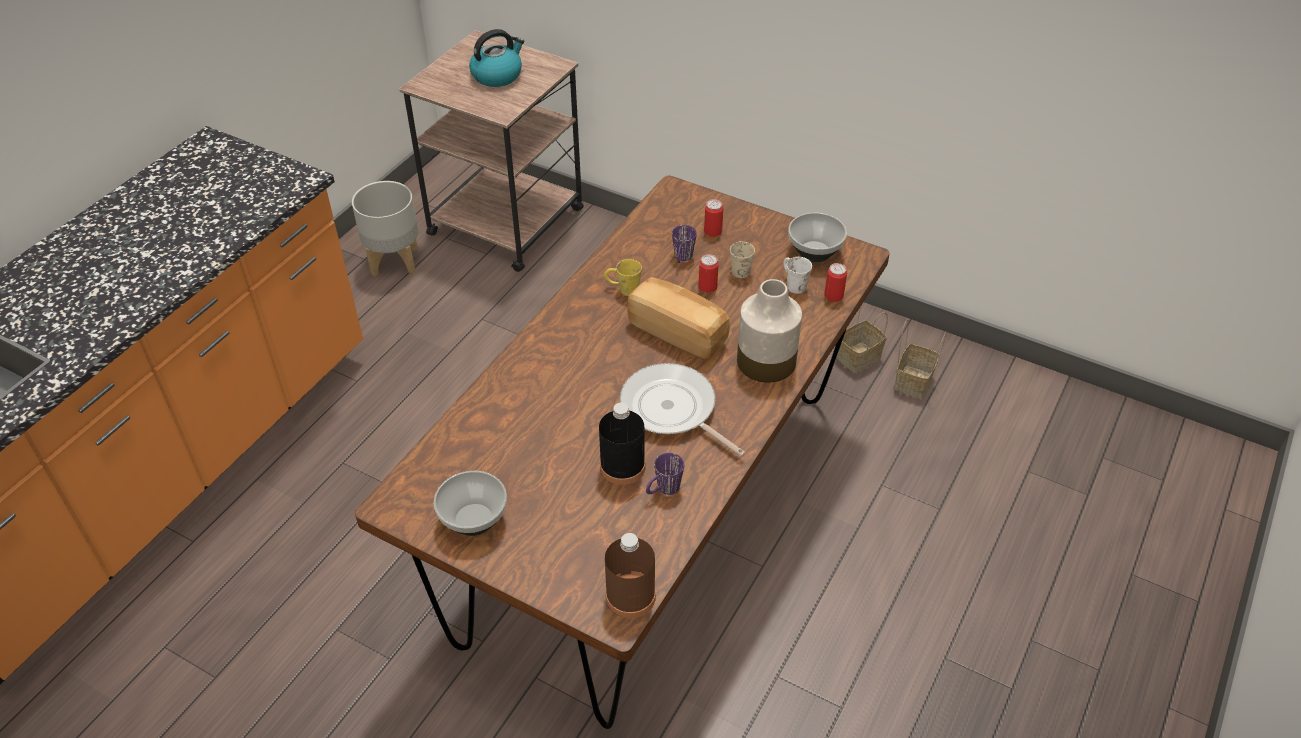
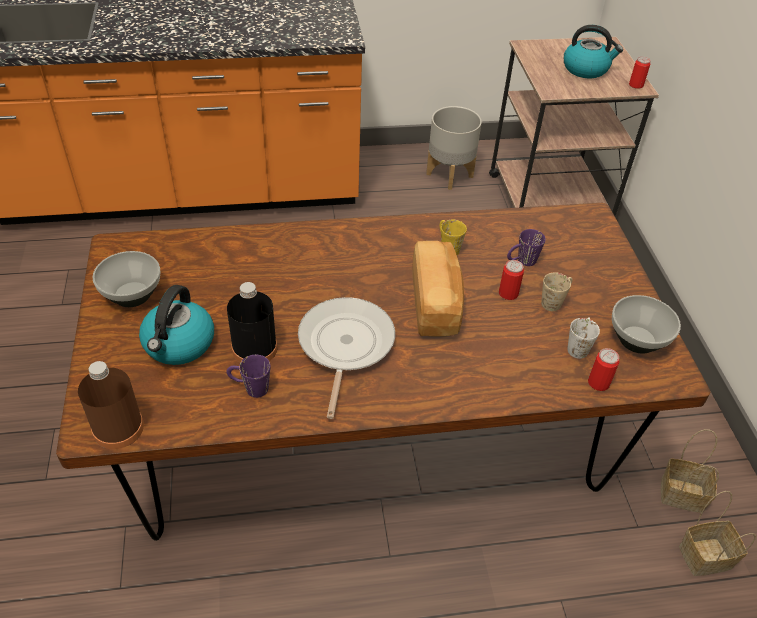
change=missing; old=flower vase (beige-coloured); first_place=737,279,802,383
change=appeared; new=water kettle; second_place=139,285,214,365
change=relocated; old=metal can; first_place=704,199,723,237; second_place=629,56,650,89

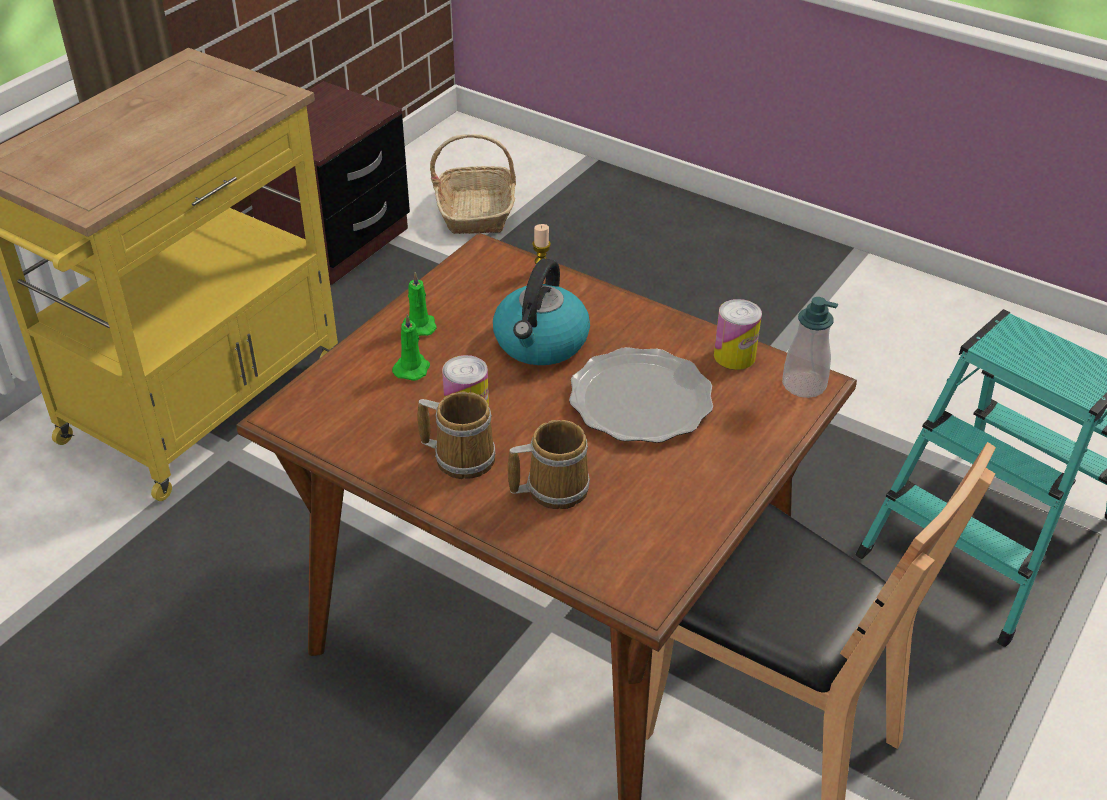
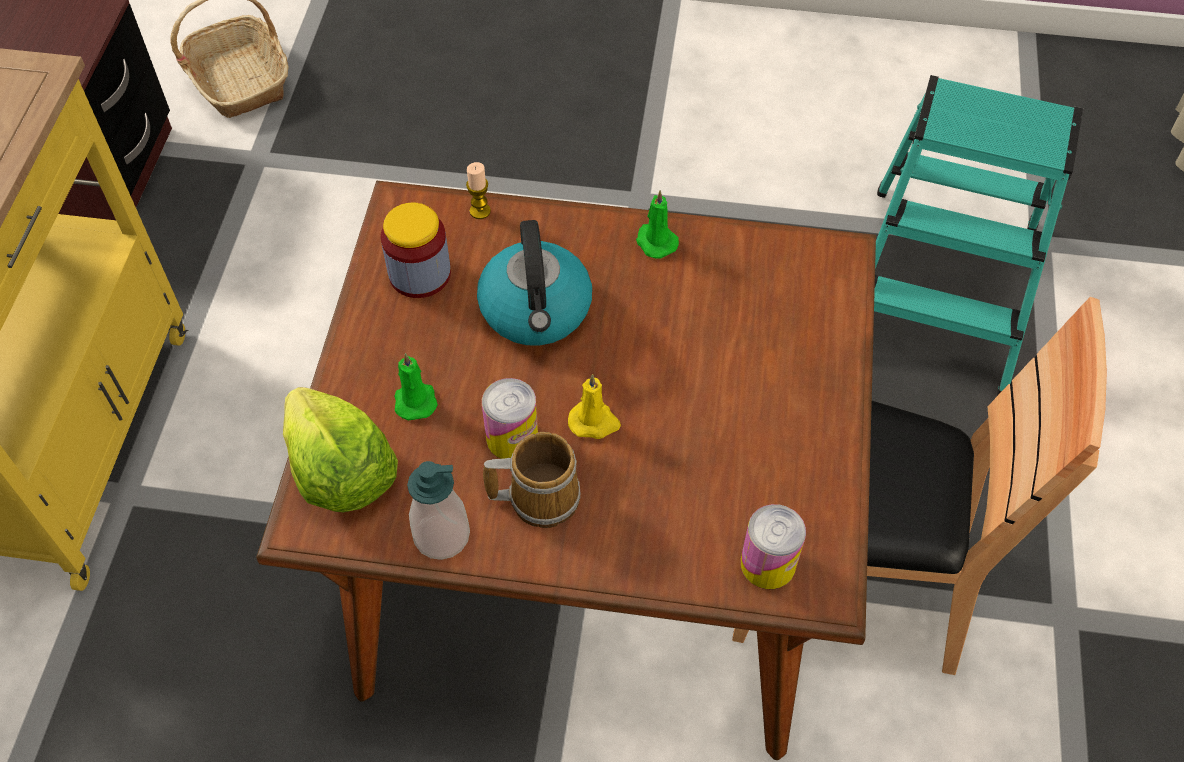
change=missing; old=mug; first_place=508,420,590,509
change=missing; old=plate; first_place=569,347,713,443
change=appeared; new=lettuce head; second_place=283,387,398,513
change=appeared; new=storage jar; second_place=381,202,451,298
change=appeared; new=wax candle (yellowish); second_place=568,374,621,439
change=relocated; old=wax candle (greenish); first_place=403,272,437,336; second_place=636,190,679,258
change=relocated; old=metal can; first_place=714,299,762,370; second_place=740,504,806,589
change=relocated; old=soap bottle; first_place=782,297,838,398; second_place=407,461,470,560

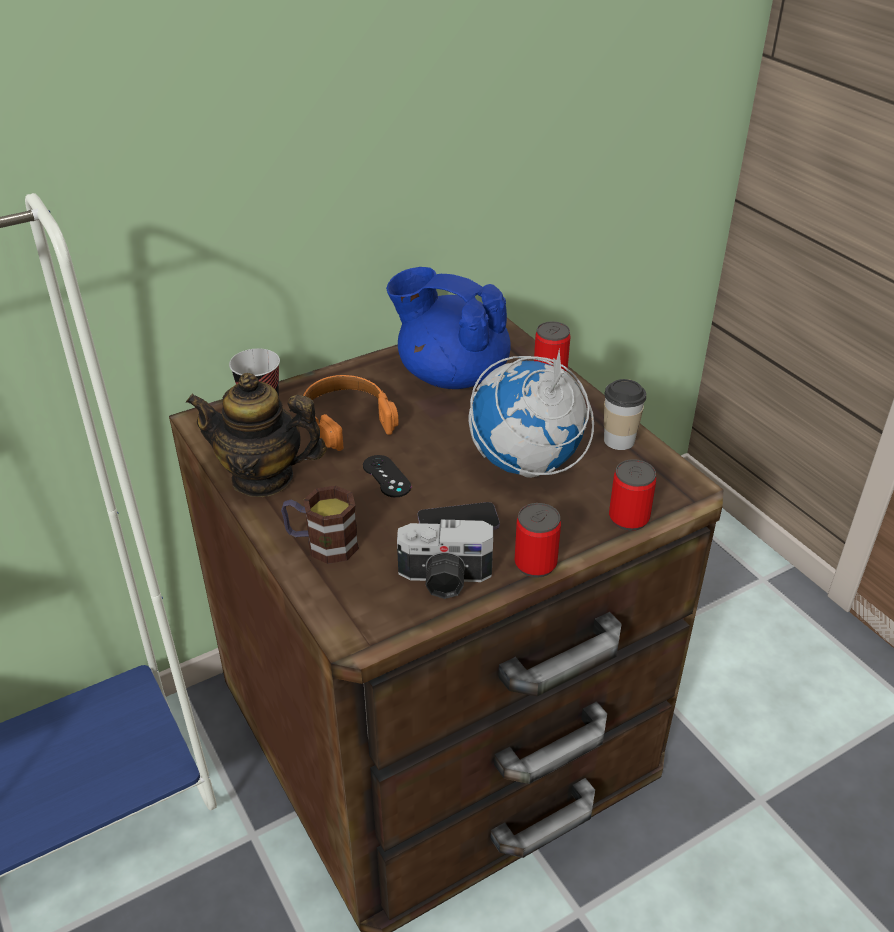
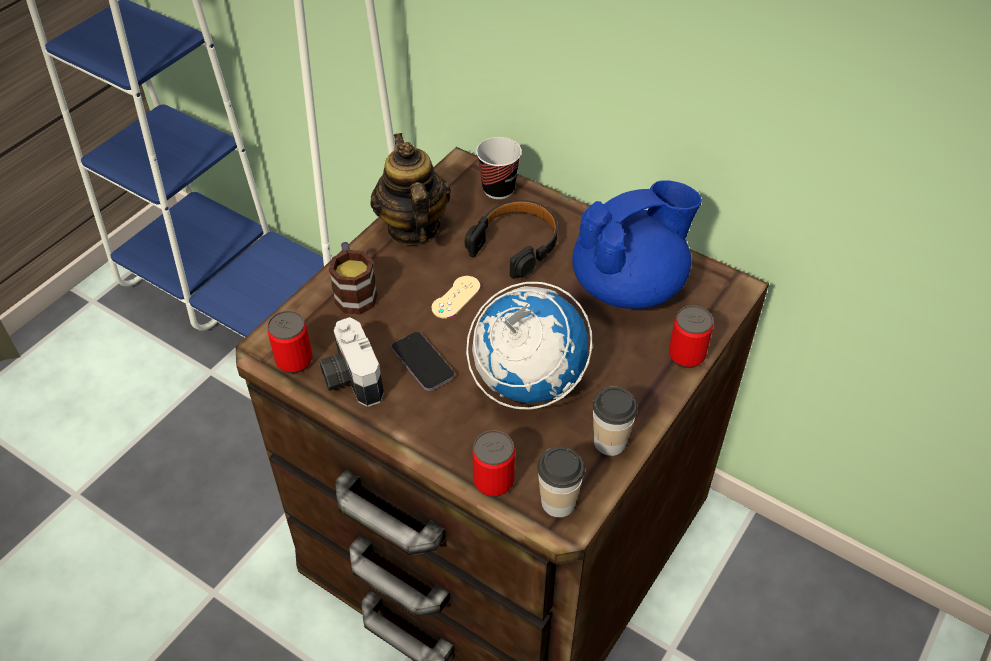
change=appeared; new=small cup; second_place=538,447,585,517
change=relocated; old=metal can; first_place=514,503,561,578; second_place=268,311,312,374
change=colour; old=headset (orange); new=headset (blackish); first_place=303,375,399,451; second_place=465,200,558,279
change=colour; old=gamepad (blackish); new=gamepad (beige-coloured); first_place=363,455,411,497; second_place=432,276,481,319
change=spun; old=pot for tea (blue-coloured); first_place=386,267,511,389; second_place=572,180,702,309; degrees=60

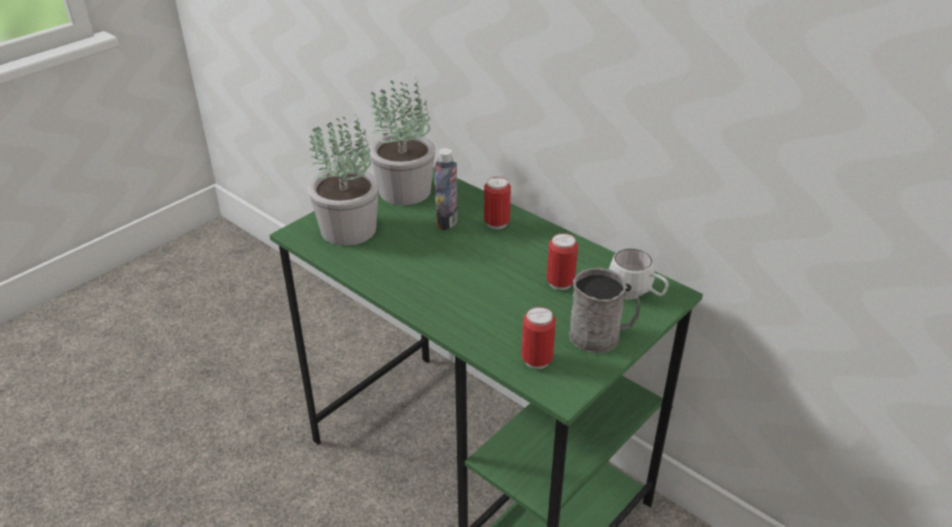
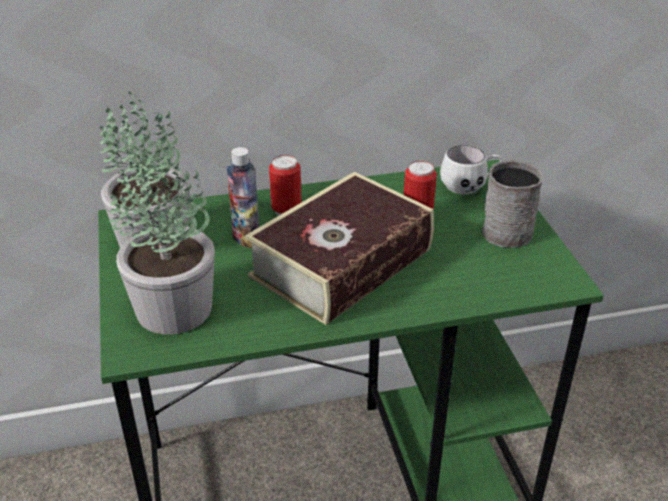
change=missing; old=metal can; first_place=521,307,556,369
change=appeared; new=bound book; second_place=245,172,434,325

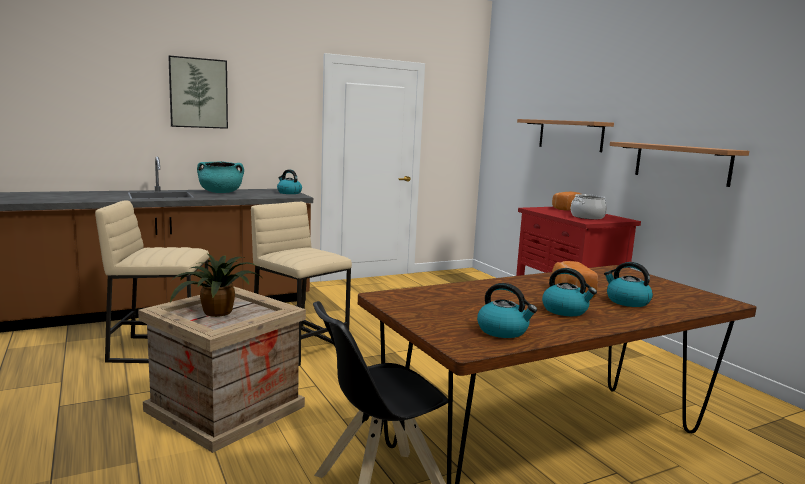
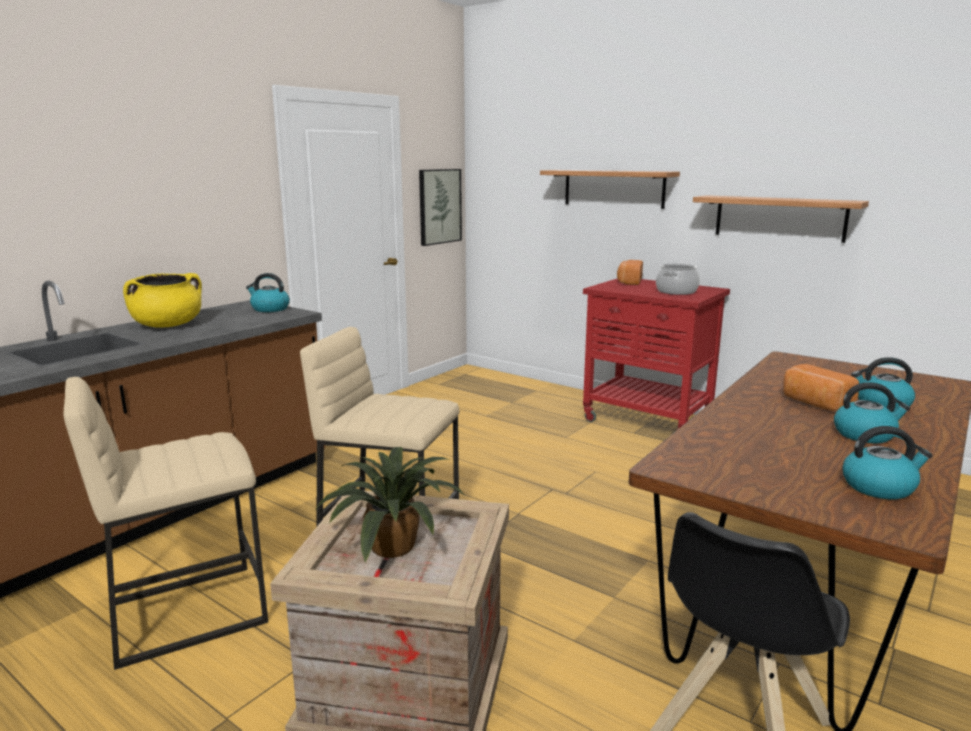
change=relocated; old=wall picture; first_place=168,55,228,129; second_place=419,169,462,246
change=colour; old=stockpot (blue-green); new=stockpot (yellowish); first_place=197,161,244,193; second_place=123,273,202,328

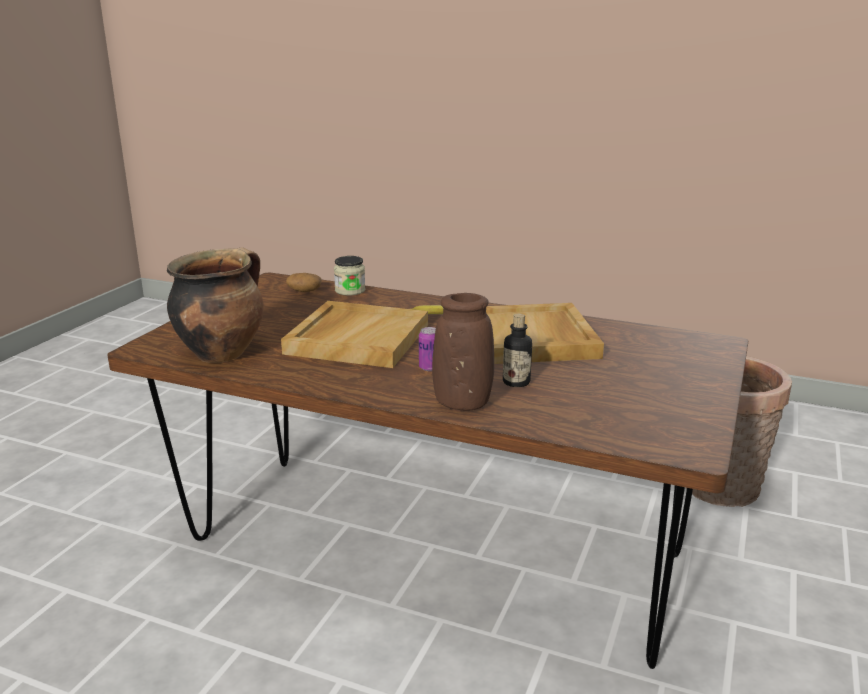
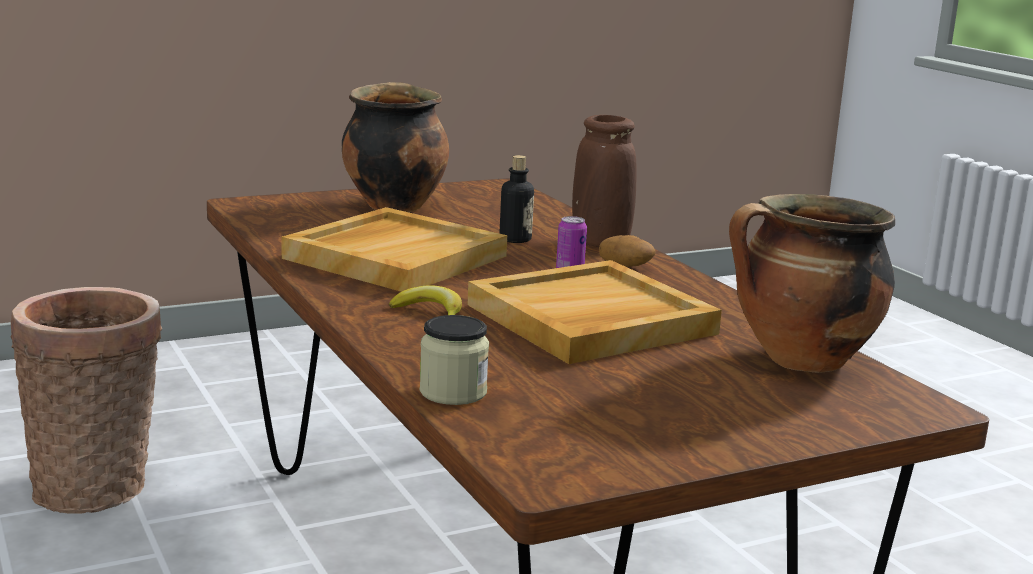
change=appeared; new=stockpot; second_place=342,82,449,212
change=relocated; old=potato; first_place=286,273,322,292; second_place=599,235,656,267

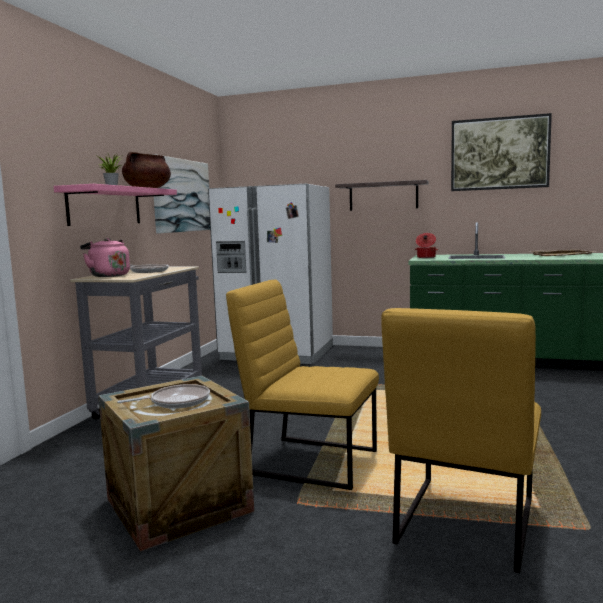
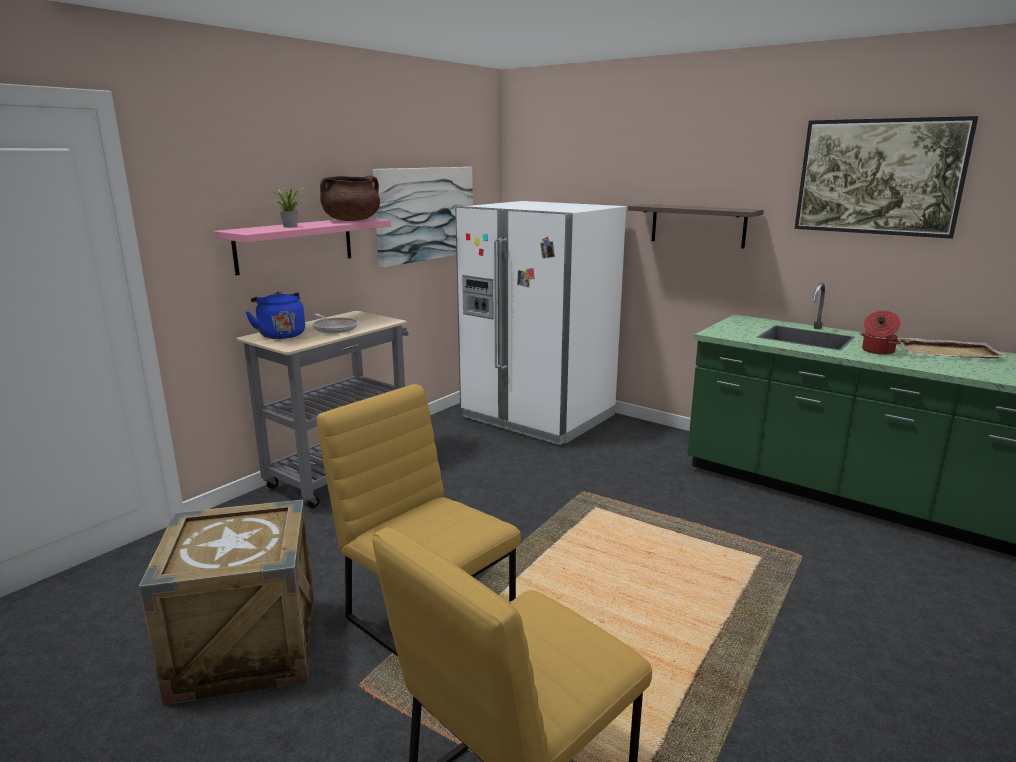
change=missing; old=frying pan; first_place=117,384,210,409
change=relocated; old=stockpot; first_place=415,233,438,258; second_place=860,311,901,355
change=colour; old=water kettle (pink-coloured); new=water kettle (blue-coloured); first_place=80,238,130,277; second_place=246,292,305,339

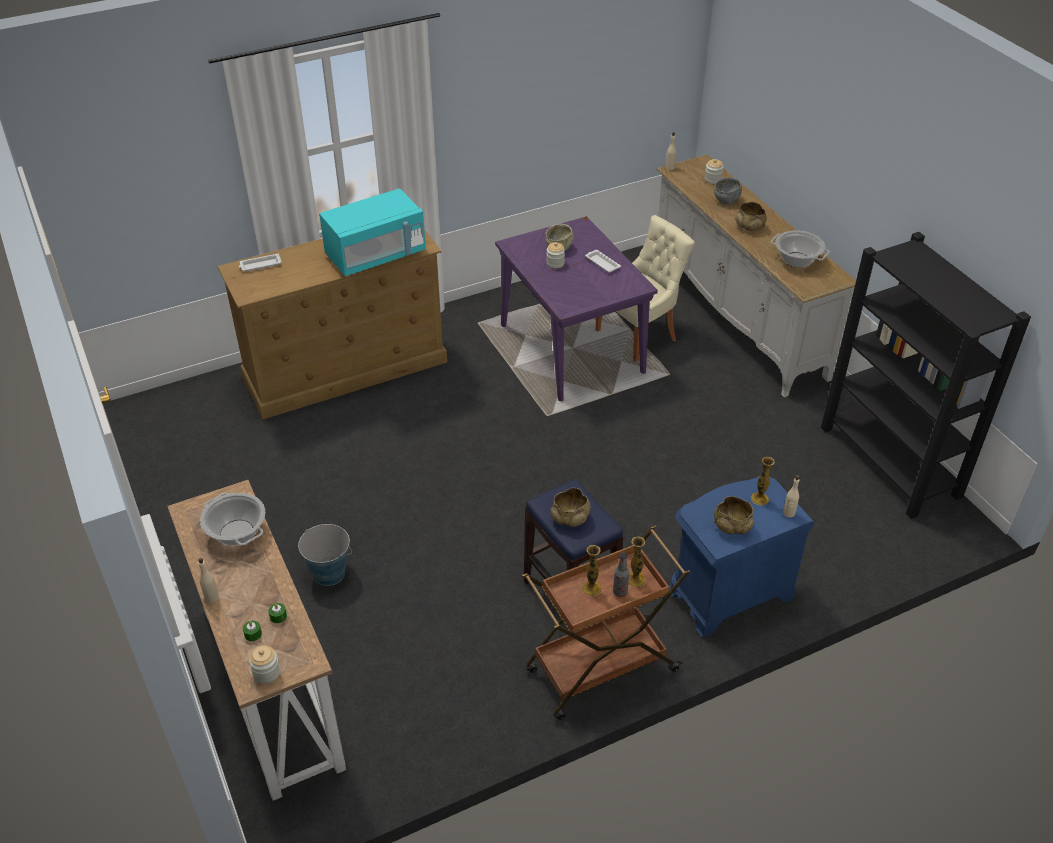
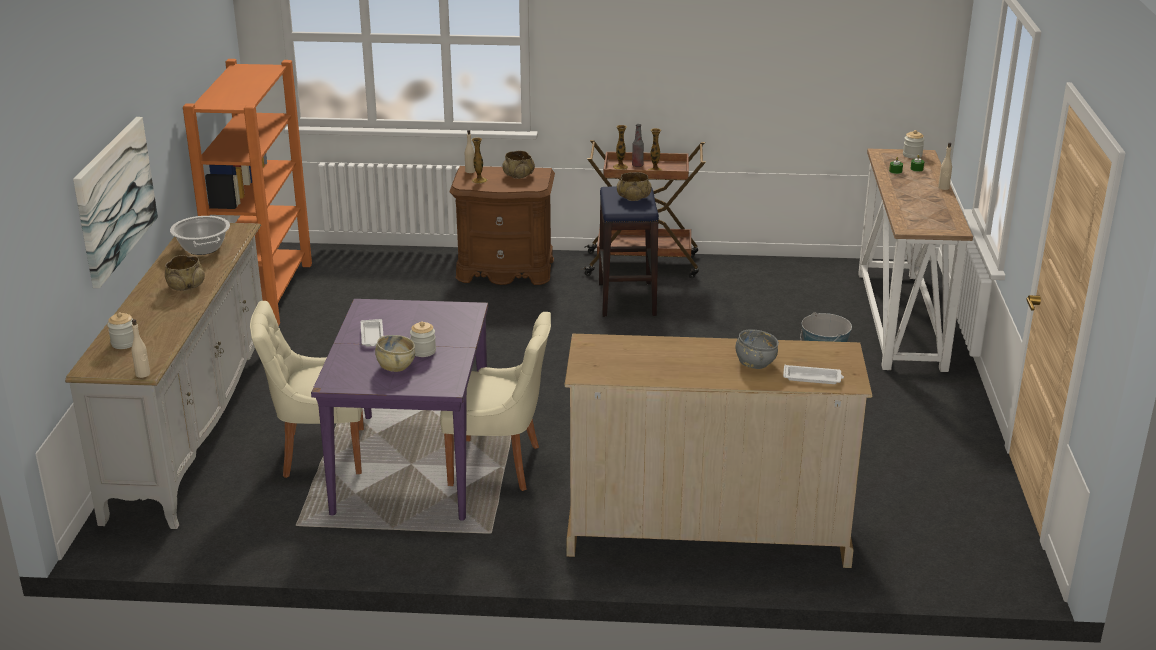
change=missing; old=stockpot; first_place=200,493,265,546
change=missing; old=microwave (blue-green); first_place=319,189,426,276
change=appeared; new=wall picture; second_place=73,117,158,288
change=appeared; new=upright chair (beige-coloured); second_place=440,312,551,491
change=relocated; old=deep dish (gray); first_place=714,177,742,204; second_place=736,329,779,369
change=colour; old=nightstand (blue-coloured); new=nightstand (brown); first_place=669,476,815,637; second_place=449,166,555,285
change=colour; old=shelving unit (blackish); new=shelving unit (orange); first_place=821,232,1031,519; second_place=183,59,312,326

